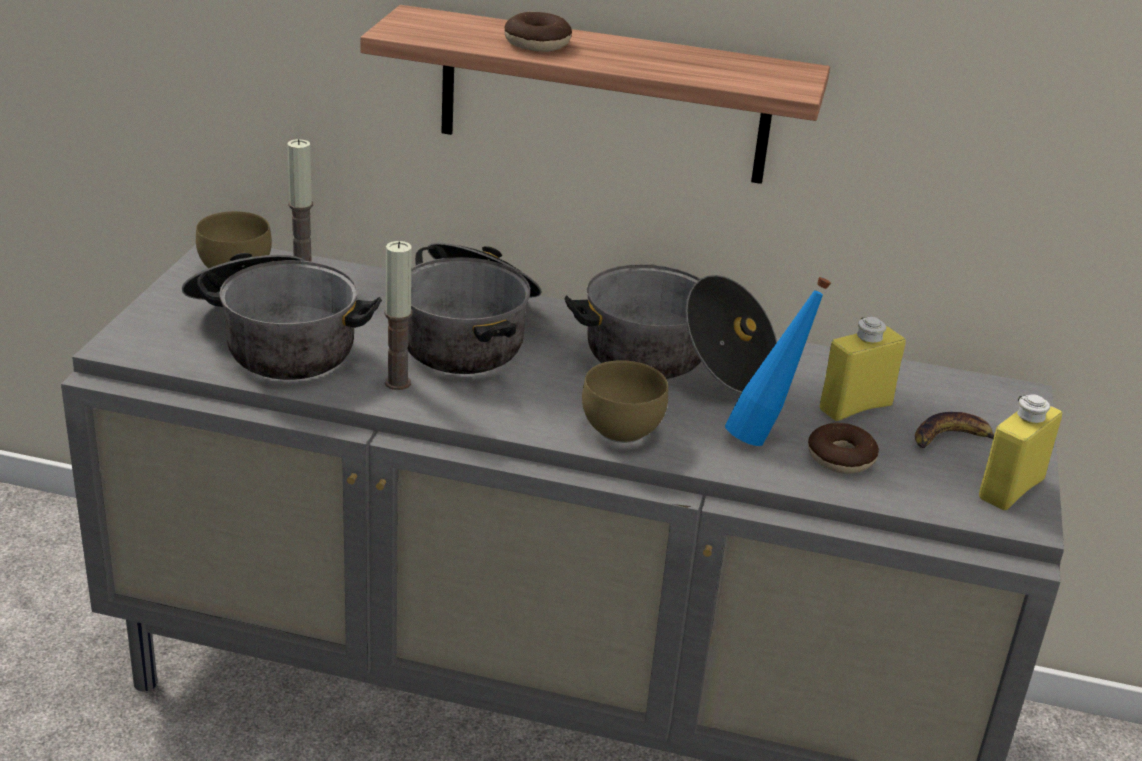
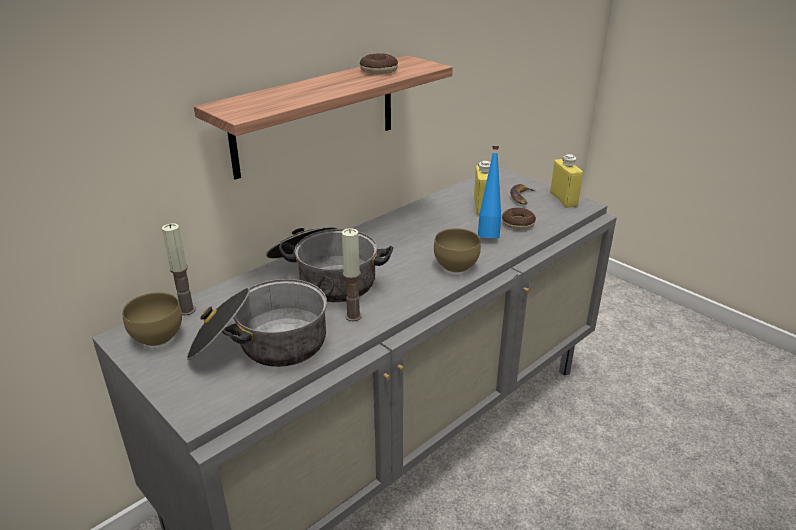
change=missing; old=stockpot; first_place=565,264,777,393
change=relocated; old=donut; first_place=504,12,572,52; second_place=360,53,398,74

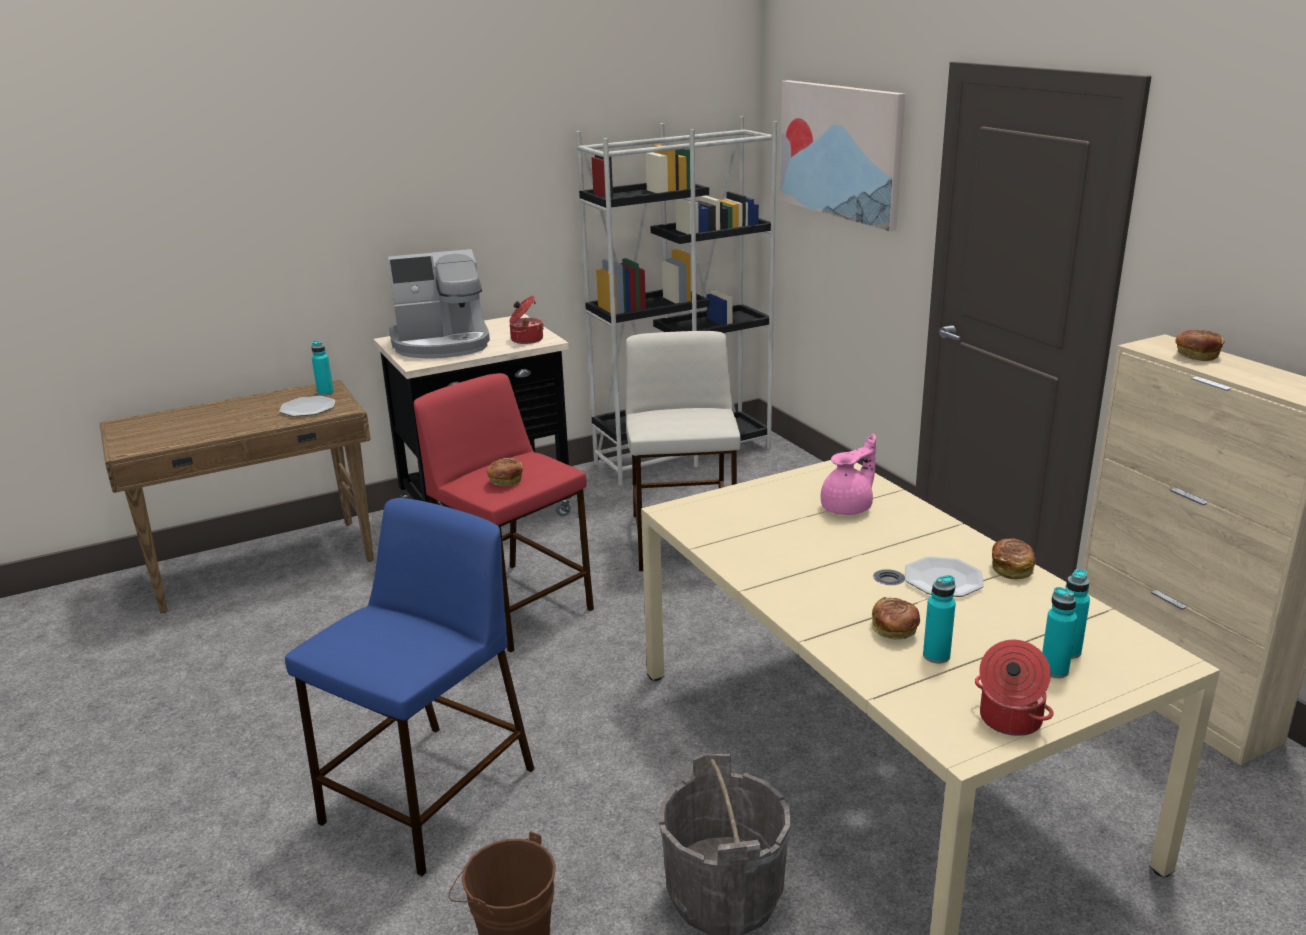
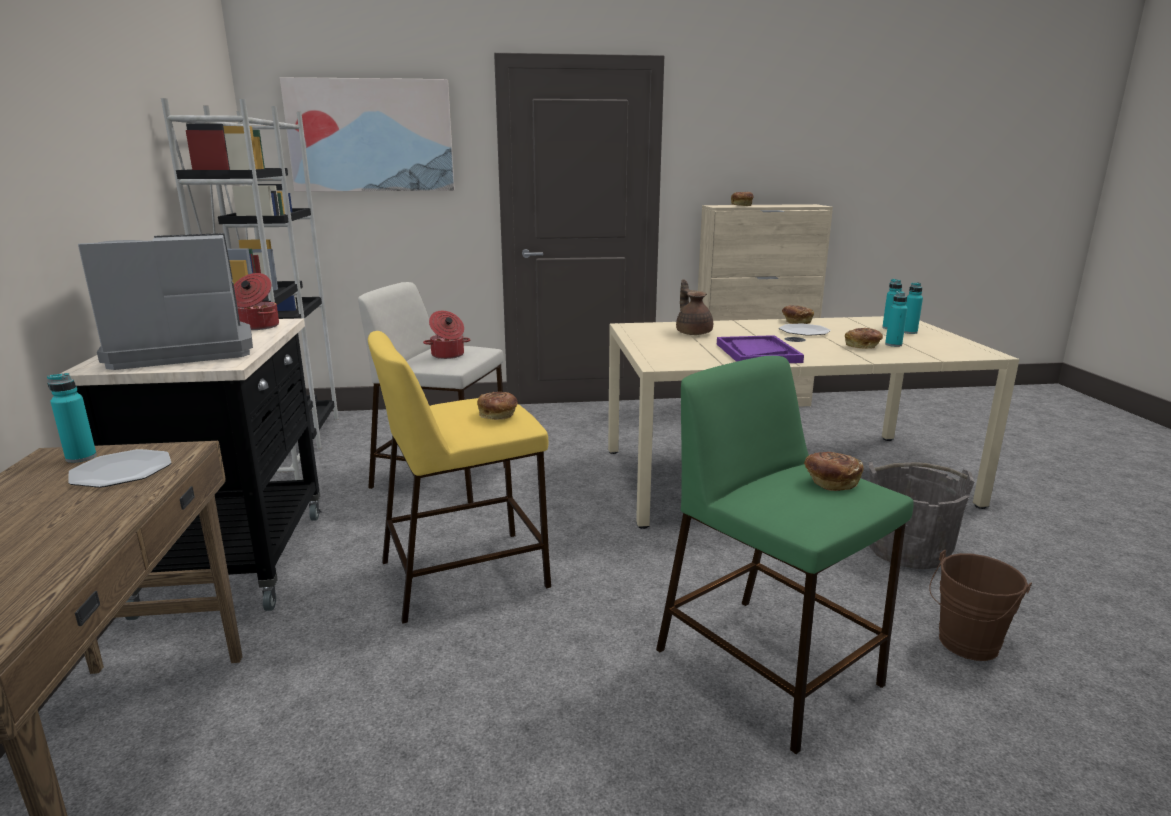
change=appeared; new=tray (purple-coloured); second_place=717,335,804,363
change=appeared; new=bread; second_place=804,452,864,491
change=relocated; old=stockpot; first_place=975,640,1053,736; second_place=423,311,470,359
change=colour; old=stool seat (blue-coloured); new=stool seat (greenish); first_place=285,498,534,876; second_place=656,356,913,754
change=colour; old=stool seat (red); new=stool seat (yellowish); first_place=414,373,594,653; second_place=368,331,551,624
change=colour; old=pot for tea (pink-coloured); new=pot for tea (brown); first_place=821,434,876,515; second_place=676,279,713,335
change=spun; old=coffee maker; first_place=388,249,490,358; second_place=78,233,253,370; degrees=-120

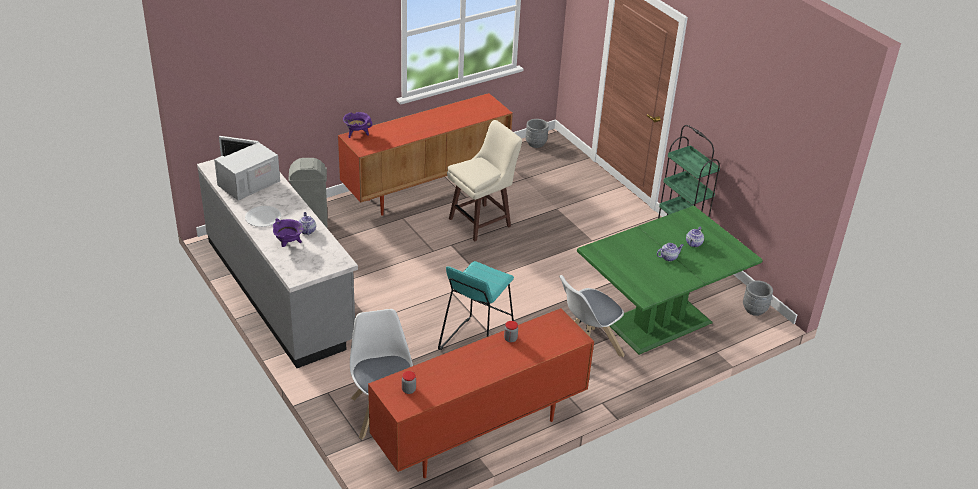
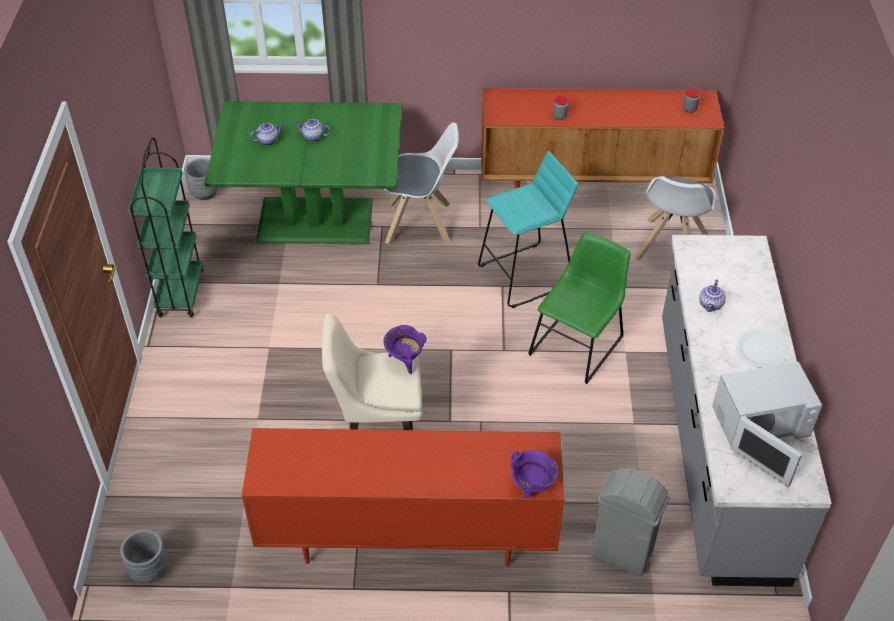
change=appeared; new=upright chair (greenish); second_place=528,232,630,384
change=relocated; old=stockpot (purple-coloured); first_place=273,218,304,247; second_place=383,325,427,374

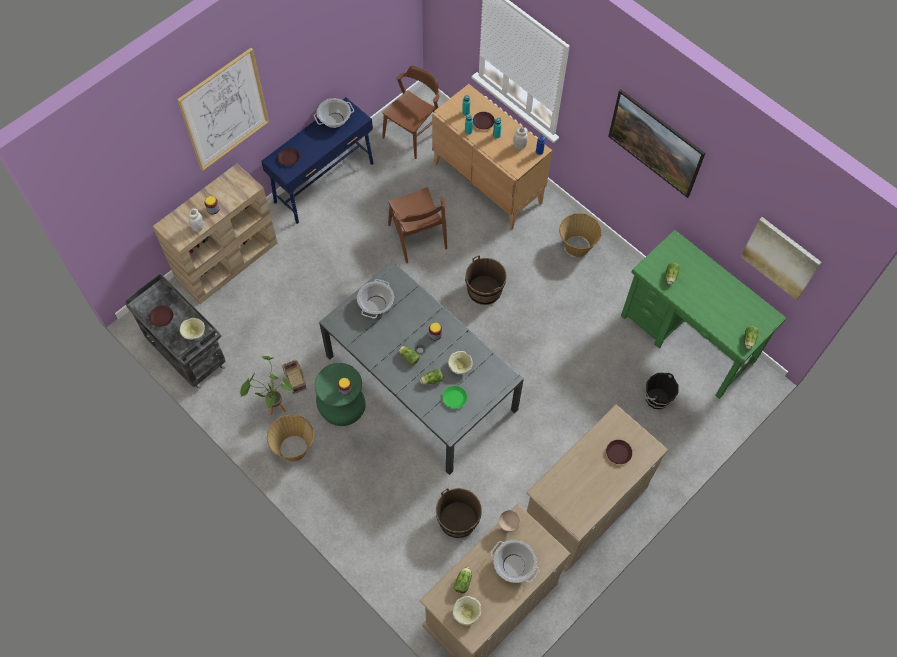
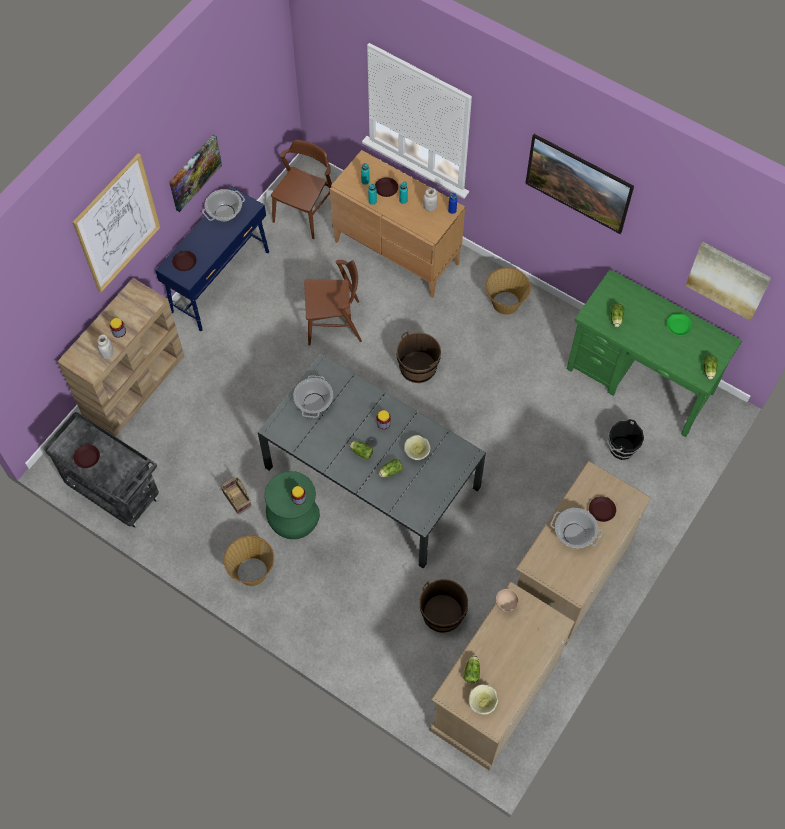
change=missing; old=deep dish (beige-coloured); first_place=180,318,205,340
change=missing; old=houseplant; first_place=240,356,293,415
change=appeared; new=wall picture; second_place=169,134,222,212
change=relocated; old=plate (greenish); first_place=442,386,467,409; second_place=667,314,692,335
change=relocated; old=stockpot; first_place=491,540,539,583; second_place=550,508,602,548
change=spun; old=upright chair (brown); first_place=388,187,447,263; second_place=304,260,362,345; degrees=-60

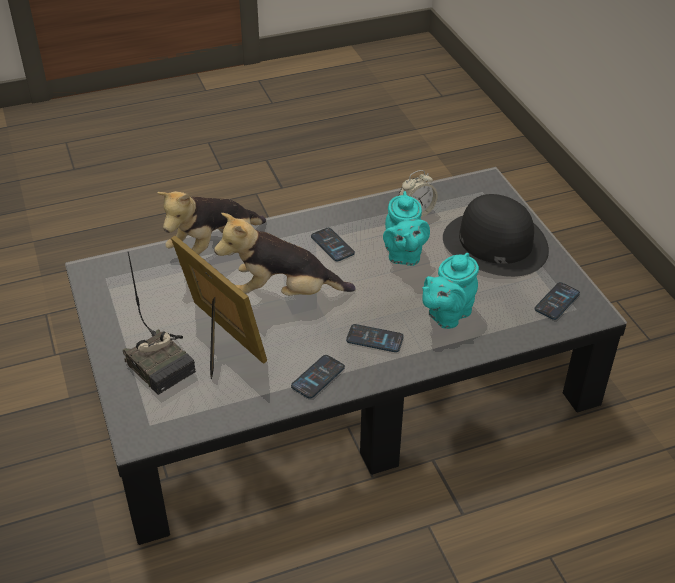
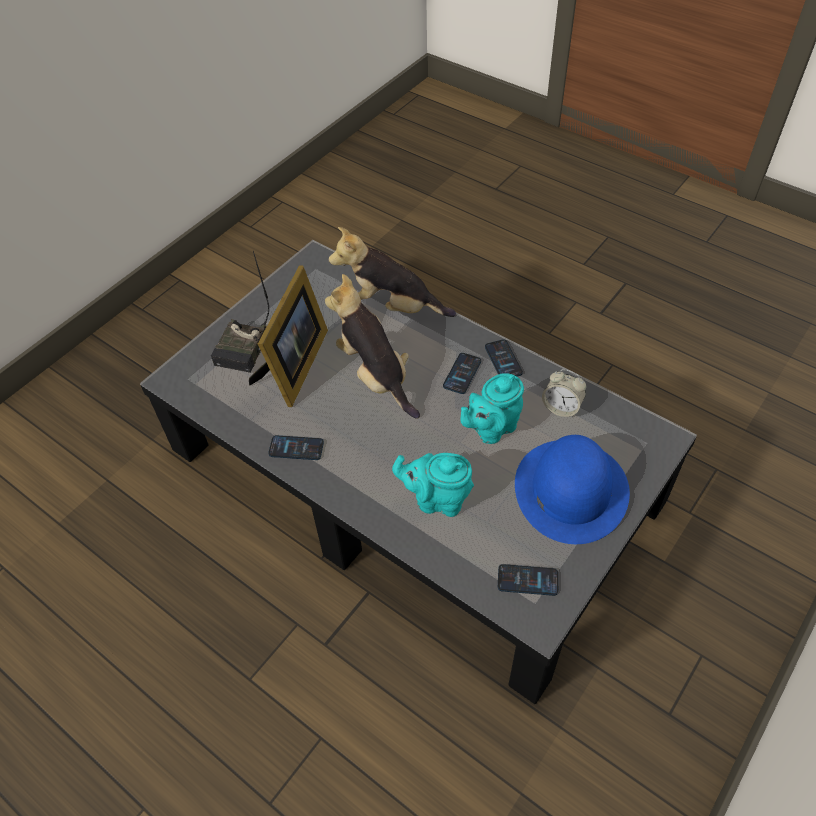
change=relocated; old=handset; first_place=346,324,404,352; second_place=485,339,523,376
change=colour; old=clothing hat (blackish); new=clothing hat (blue-coloured); first_place=443,194,549,277; second_place=515,435,630,544

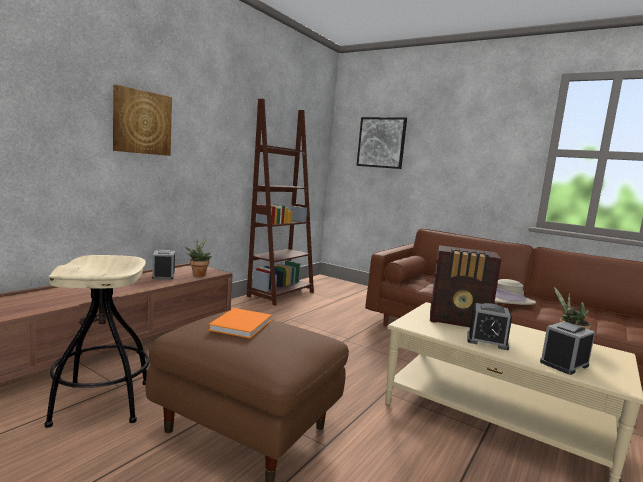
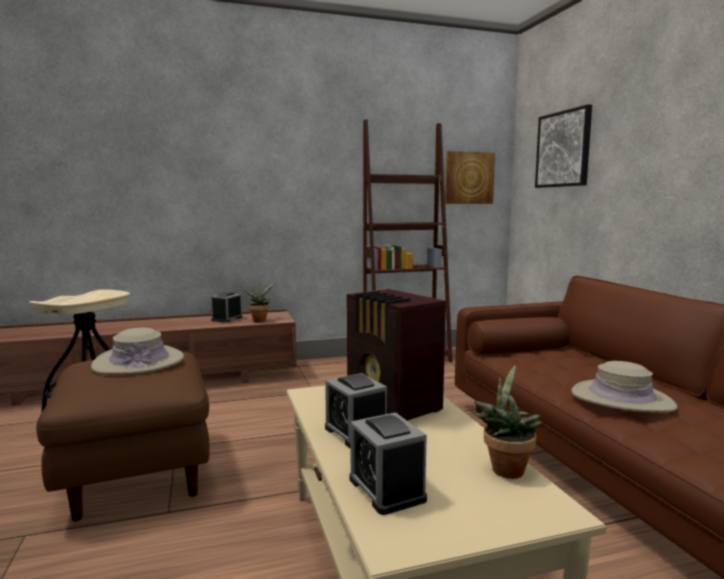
change=relocated; old=wall picture; first_place=113,85,172,156; second_place=445,151,495,204
change=exchanged; old=bound book (orange); new=clothing hat (beige-coloured); first_place=208,308,272,339; second_place=91,328,184,375
change=spun; old=bedside clock; first_place=540,321,595,375; second_place=350,412,427,515; degrees=-120

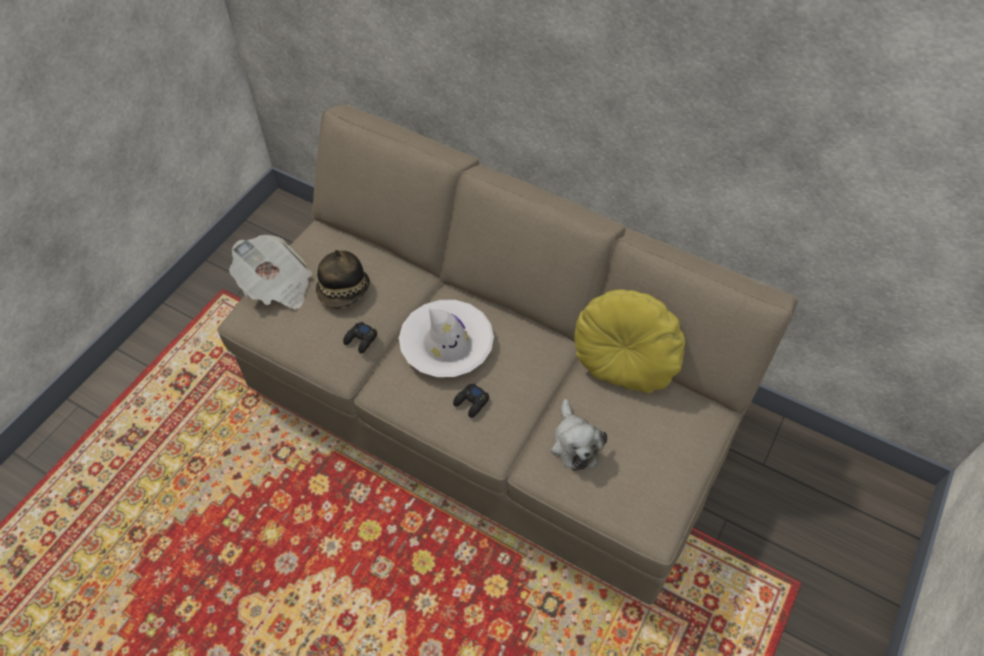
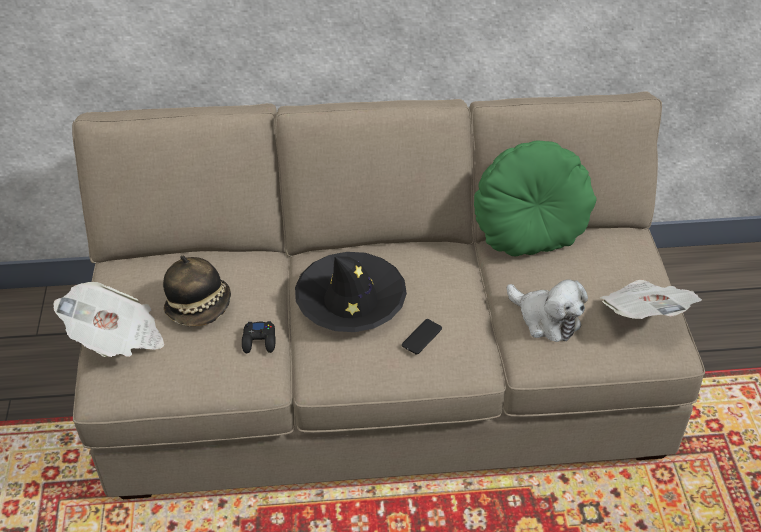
change=appeared; new=newspaper; second_place=600,280,702,319
change=exchanged; old=gamepad (blackish); new=handset; first_place=453,384,489,418; second_place=402,319,442,355
change=colour; old=clothing hat (whitish); new=clothing hat (blackish); first_place=399,300,494,377; second_place=295,252,407,332
change=colour; old=cushion (yellowish); new=cushion (greenish); first_place=575,289,685,394; second_place=474,141,596,256

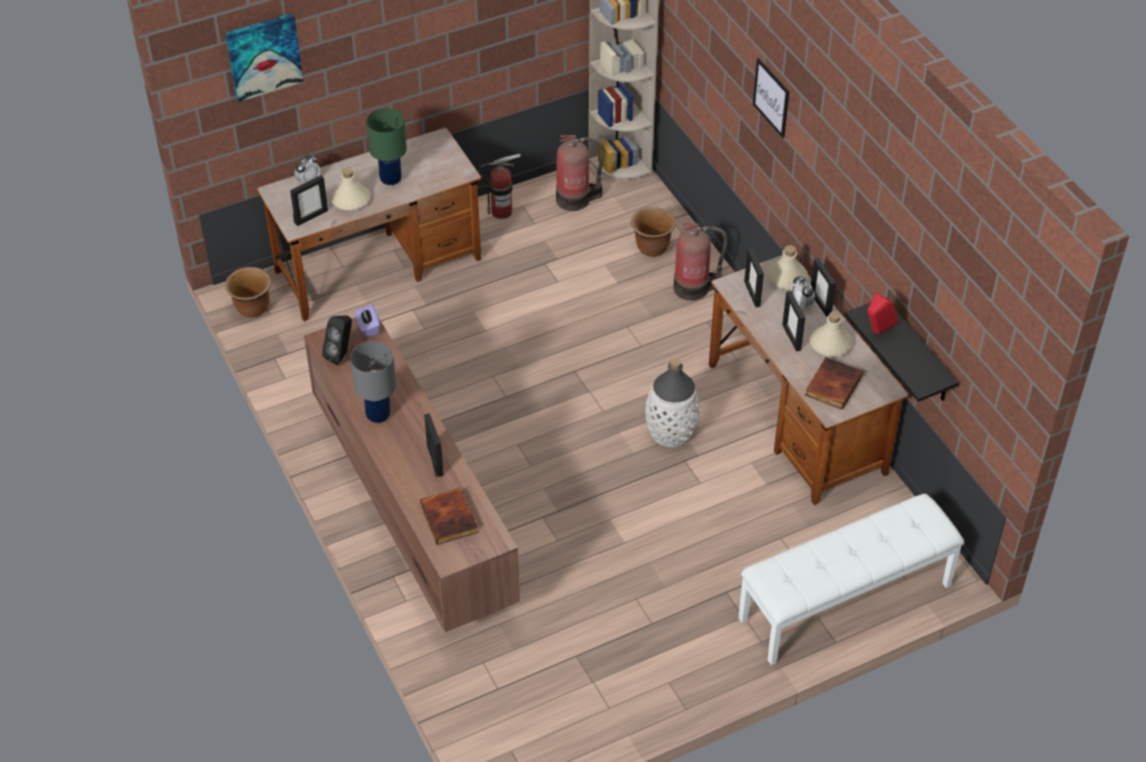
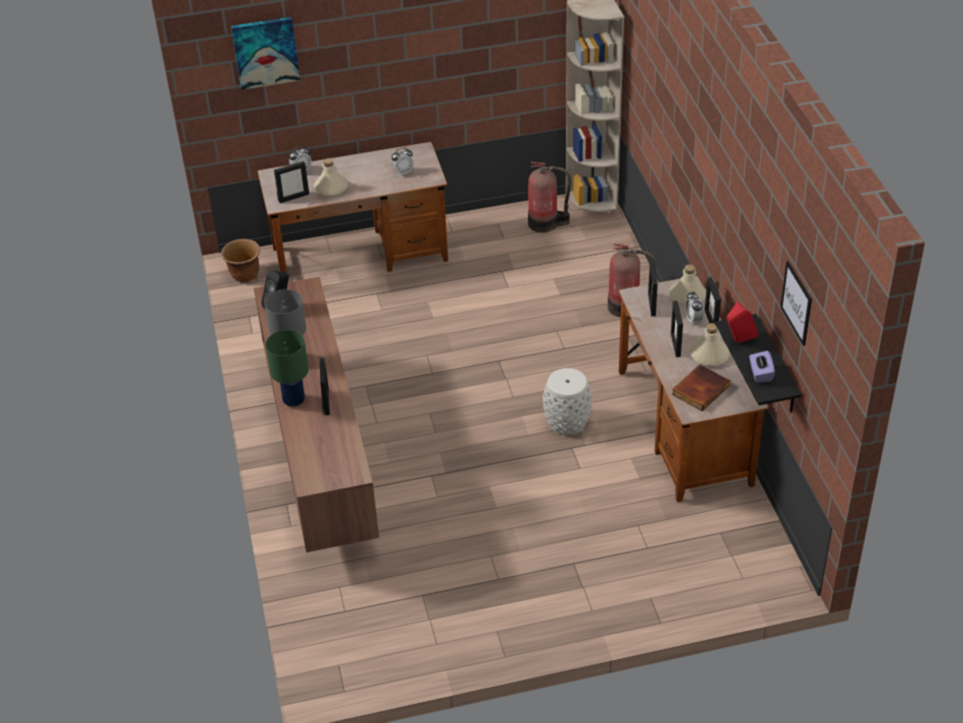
change=missing; old=bound book; first_place=420,488,478,545
change=missing; old=extinguisher; first_place=479,154,521,219
change=missing; old=plant pot (brown); first_place=631,207,676,257
change=missing; old=bottle (gray); first_place=653,358,695,402
change=missing; old=bench (whitish); first_place=739,494,964,665
change=appeared; new=bedside clock; second_place=391,148,414,175
change=relocated; old=box of tissues (purple-coloured); first_place=355,304,380,338; second_place=749,351,775,383
change=relocated; old=lamp for a table (greenish); first_place=366,108,407,185; second_place=266,330,309,407
change=relocated; old=wall picture; first_place=753,58,789,138; second_place=780,261,812,346

